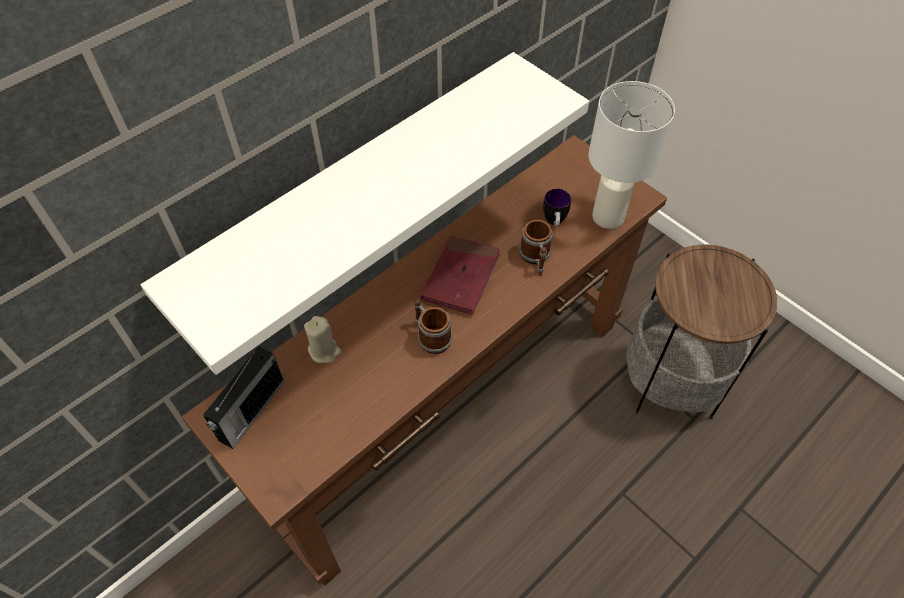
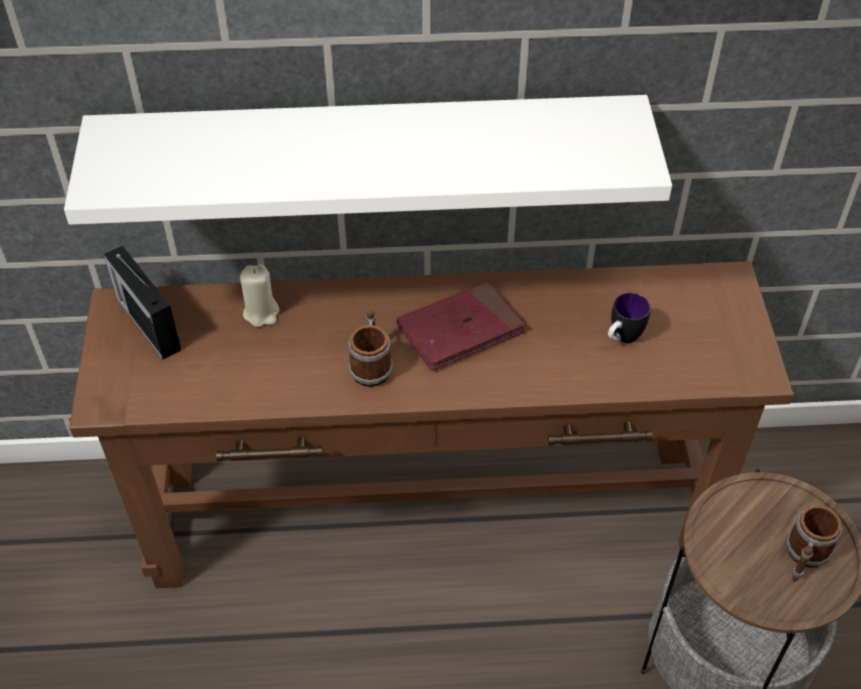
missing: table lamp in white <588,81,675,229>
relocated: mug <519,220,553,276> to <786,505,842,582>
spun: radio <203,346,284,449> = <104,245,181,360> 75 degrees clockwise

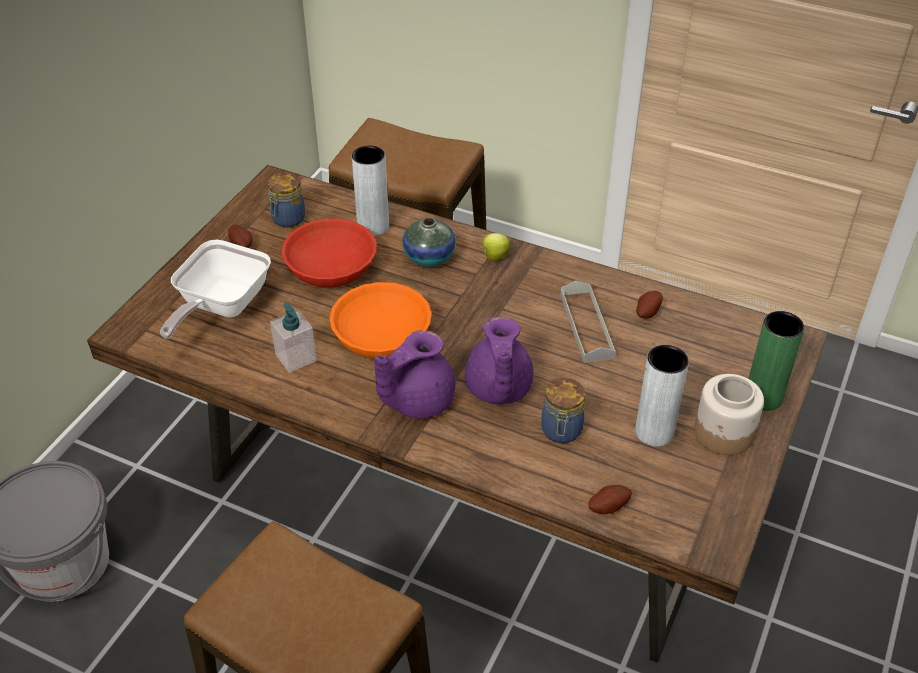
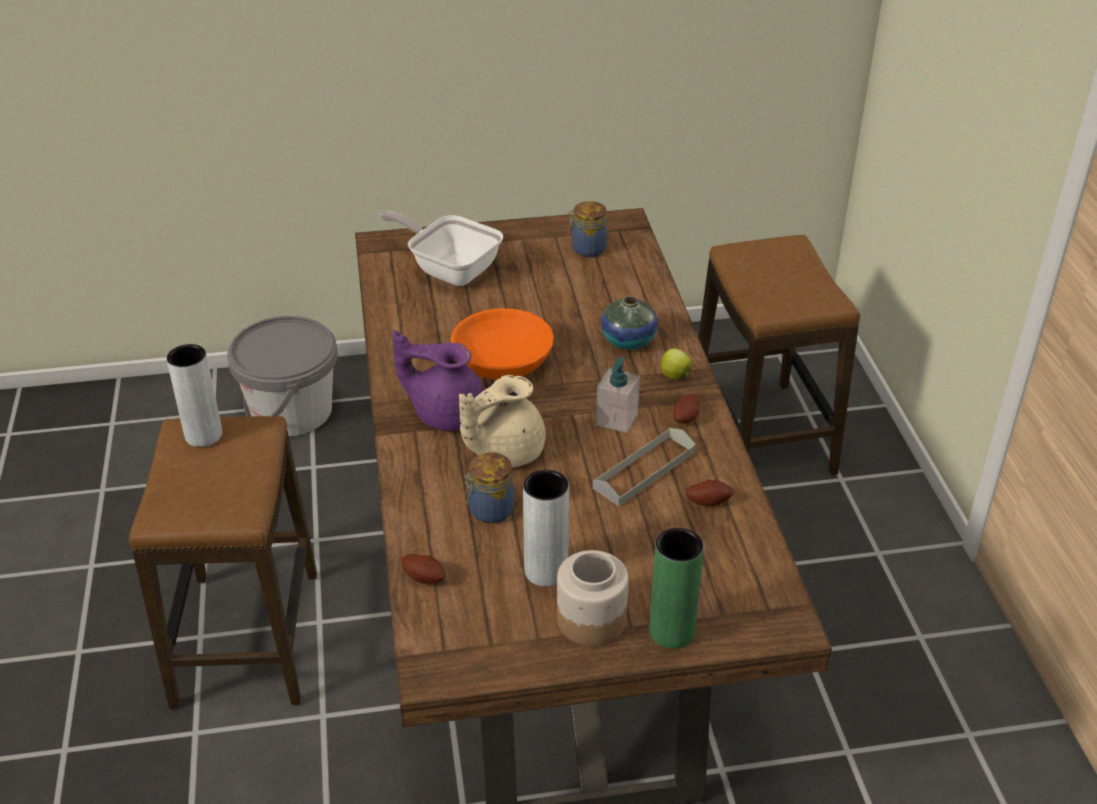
missing: bowl in red <281,219,377,287>
relocated: vase in grey <352,146,389,236> to <166,344,222,447>; potato <228,225,253,248> to <673,394,699,423>; soap dispenser <270,302,317,373> to <596,357,640,433>
colour: teapot in purple <465,316,534,405> to teapot in beige <459,375,546,467>
spun: frying pan <160,240,271,339> = <379,211,503,286> 45 degrees clockwise

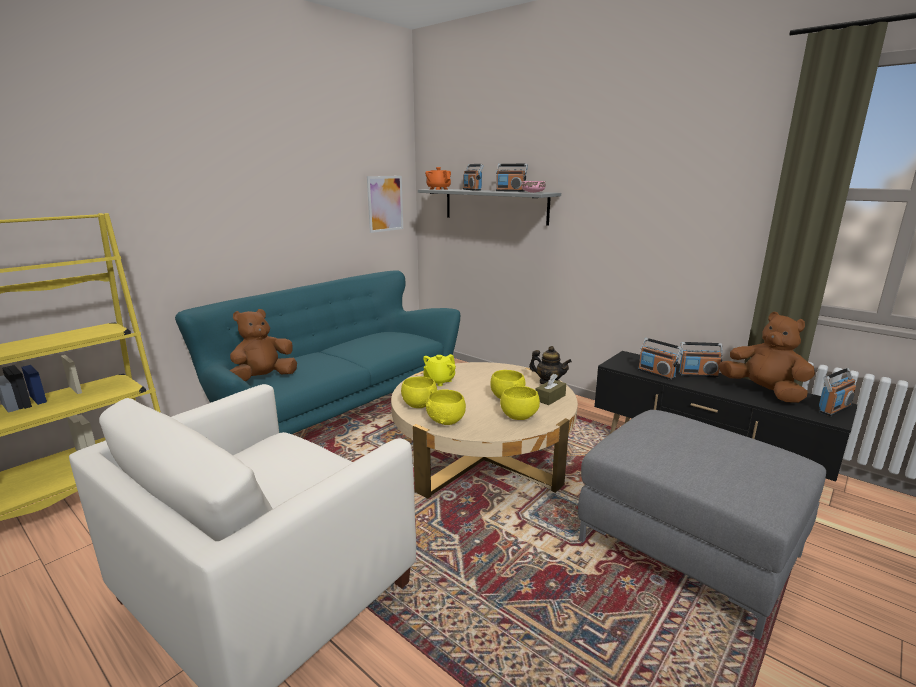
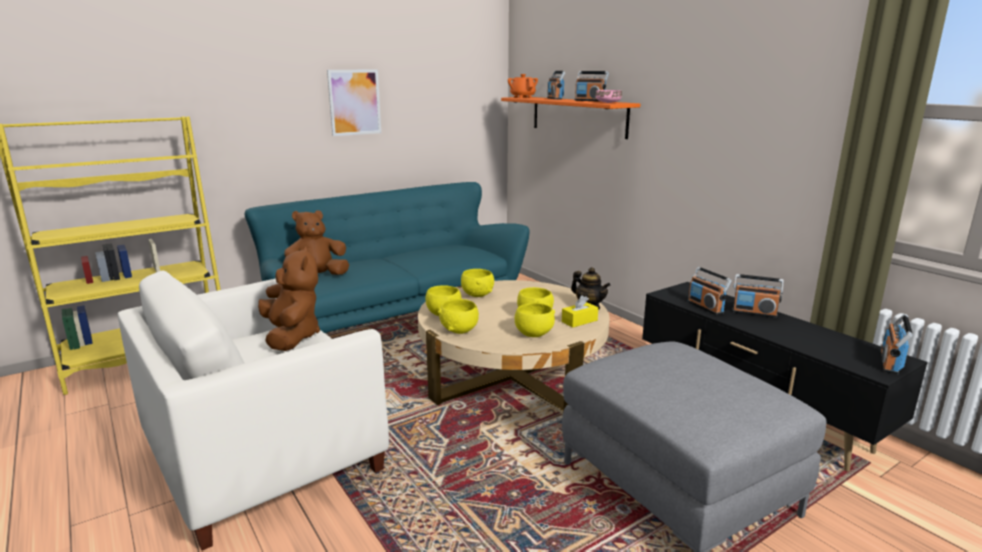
relocated: picture <367,176,403,233> to <327,70,381,136>; plush toy in brown <719,312,815,403> to <258,246,320,351>
exchanged: teapot in yellow <423,354,456,386> to bowl in yellow <461,269,494,297>
colour: shelf in grey <418,189,561,226> to shelf in orange <501,97,640,139>; tissue box in brown <535,374,566,405> to tissue box in yellow <562,295,598,328>
spun: radio <819,368,856,416> = <880,314,913,374> 135 degrees clockwise

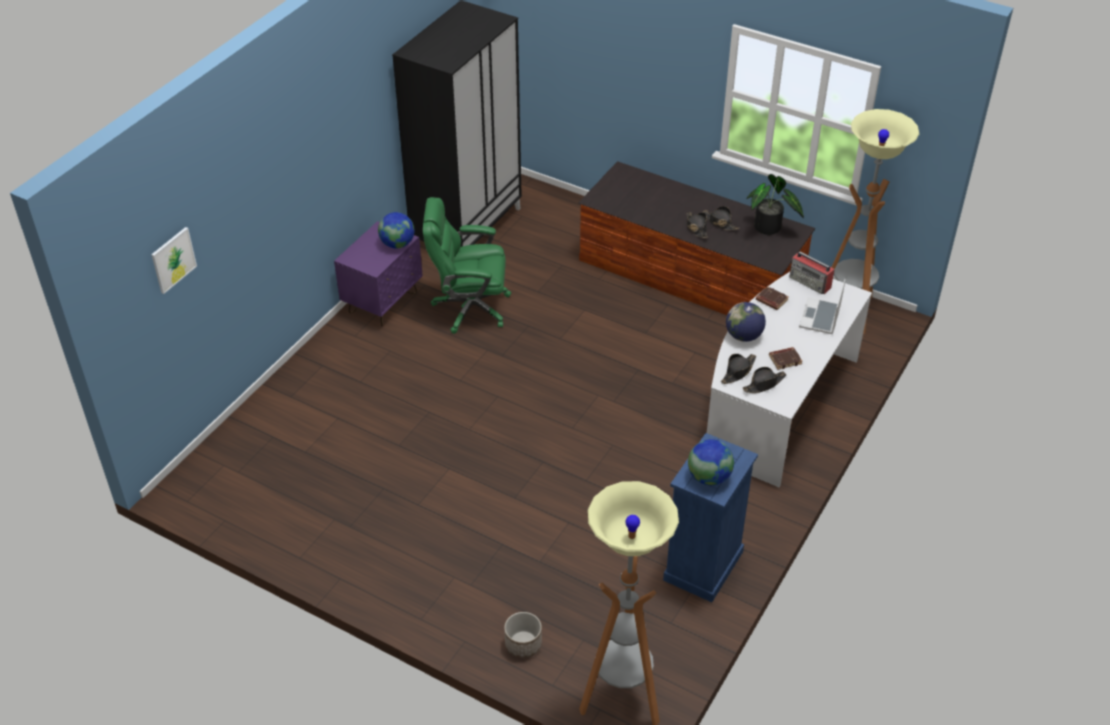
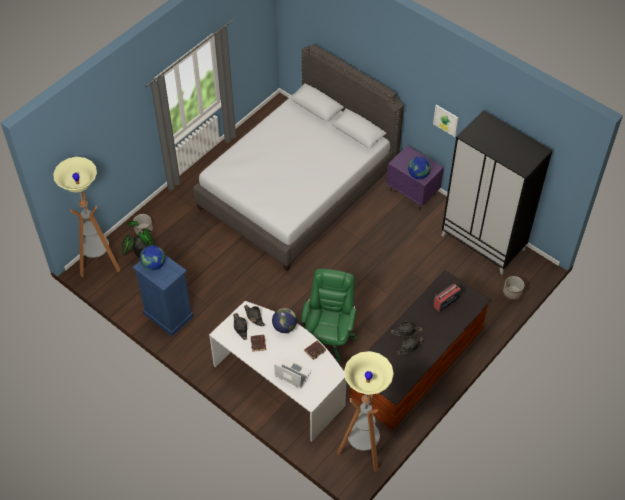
appeared: bed in grey <193,44,404,271>; planter <503,276,524,300>
relocated: potted plant <747,174,804,235> to <122,221,153,258>; office chair in green <423,197,511,334> to <301,269,358,363>; picture <151,227,197,294> to <433,105,459,137>; radio <789,252,835,294> to <433,284,461,312>

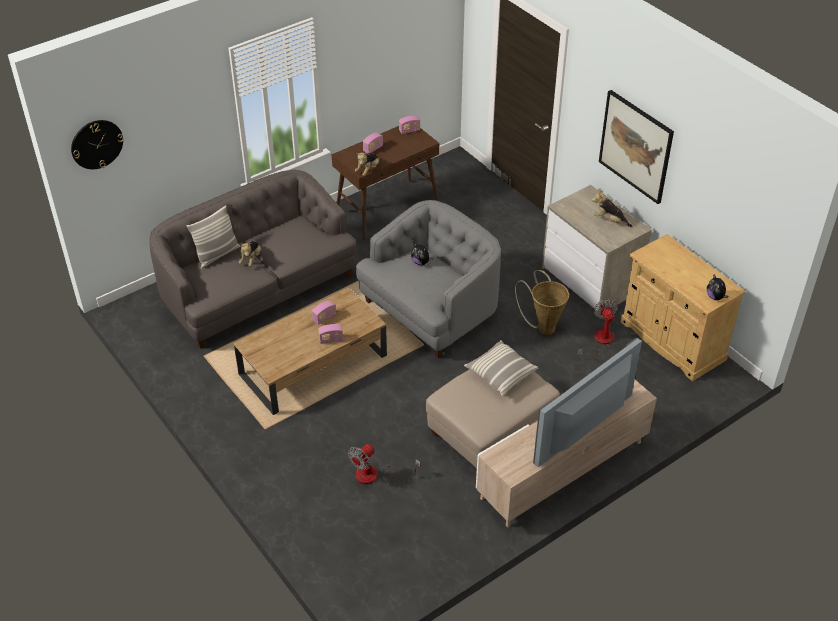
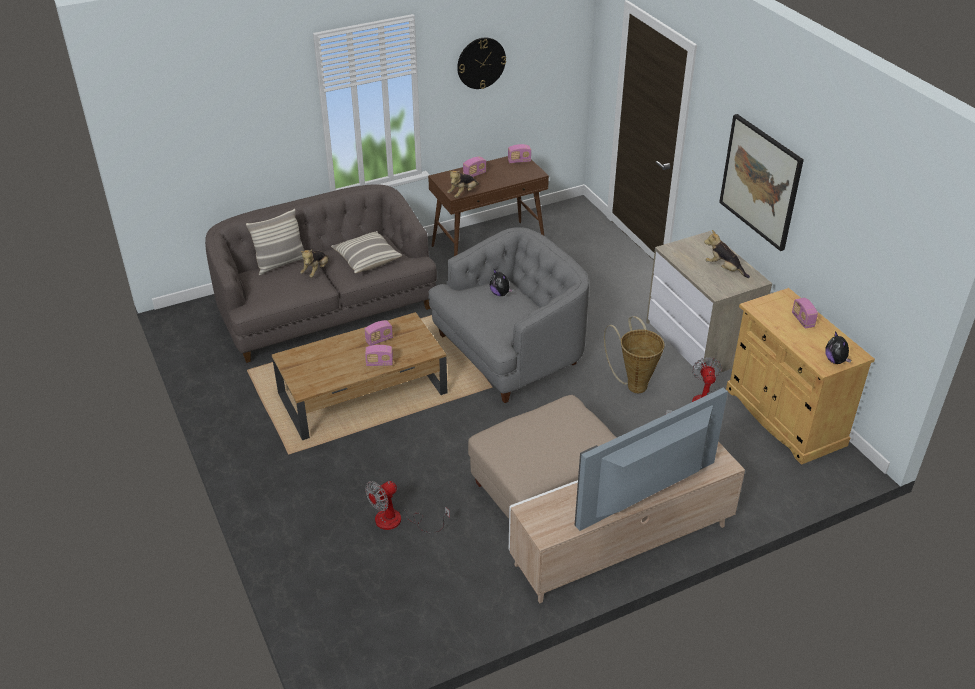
appeared: radio <792,298,818,329>
relocated: wall clock <71,120,124,169> to <457,37,506,89>; pillow <464,340,538,396> to <331,231,402,273>

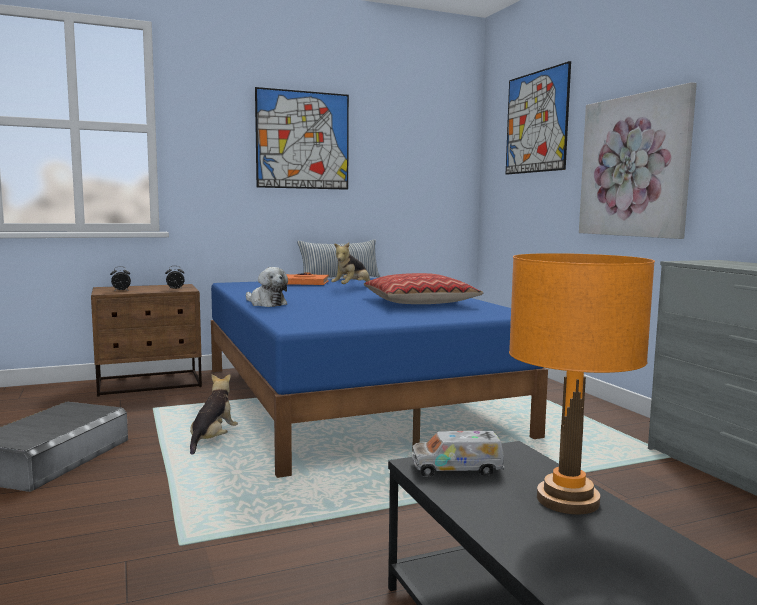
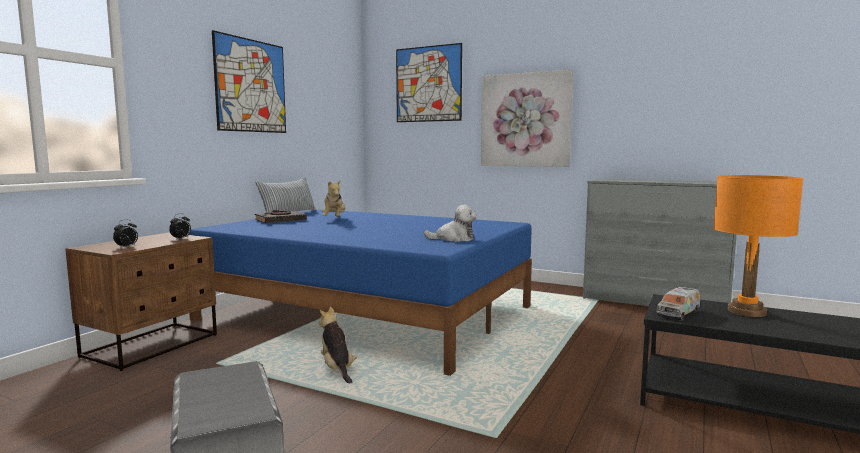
missing: pillow <364,273,483,304>
relocated: plush toy <246,267,288,307> to <424,205,477,242>
colour: book in orange <286,272,329,285> to book in black <255,210,307,223>

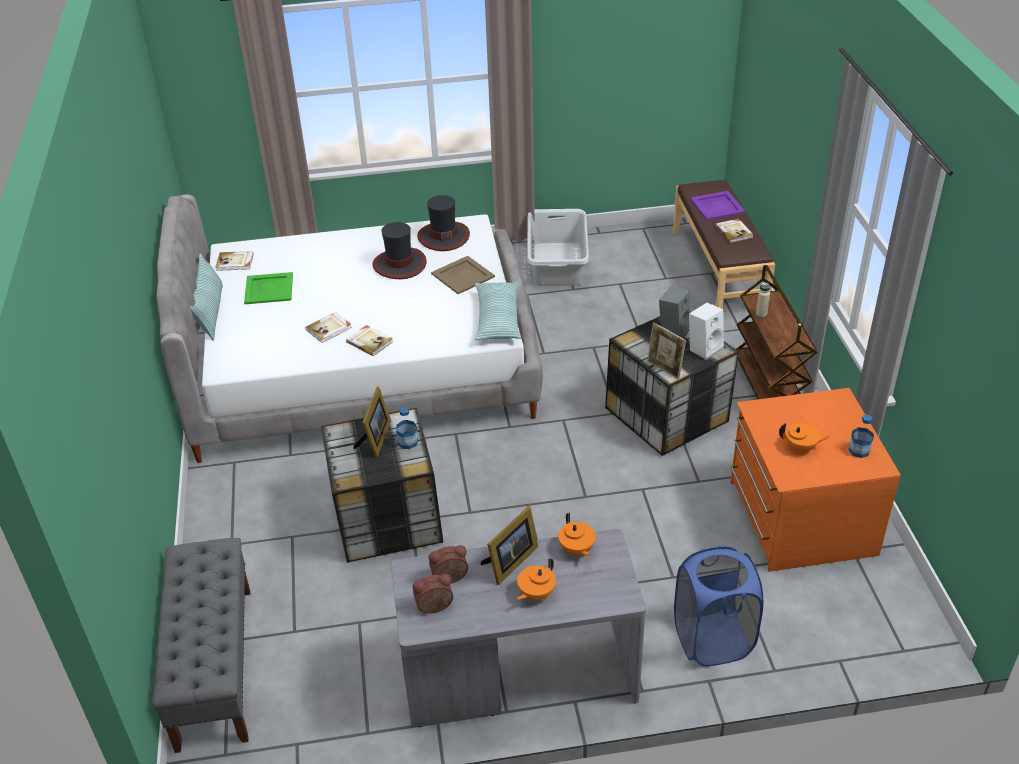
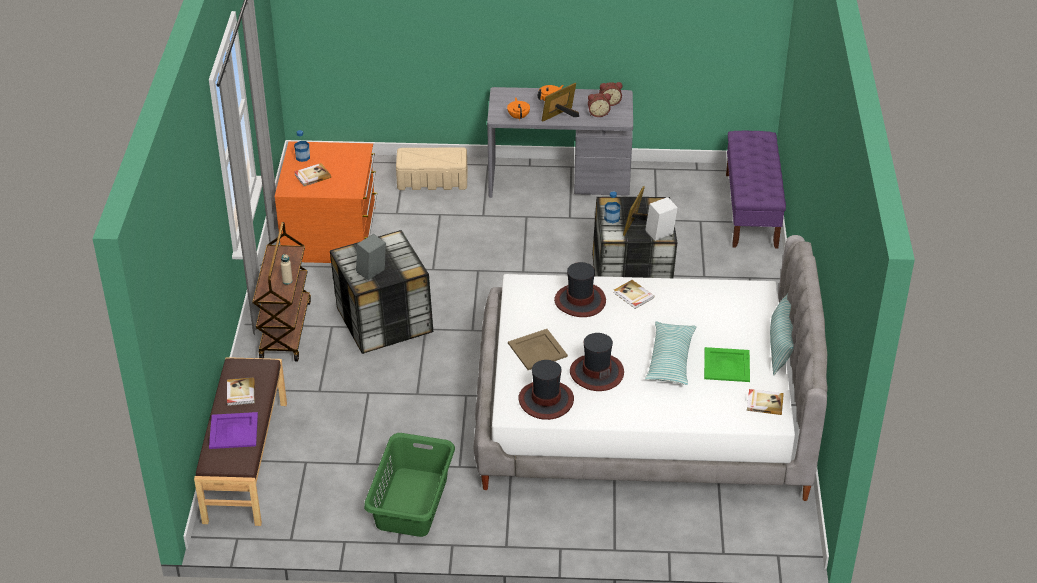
missing: picture frame <647,322,686,380>; teapot in orange <779,423,830,453>
appeared: hat <554,262,606,317>
relocated: pillow <475,282,521,340> to <645,322,696,385>; speaker in white <689,303,724,360> to <645,197,678,241>; book <305,312,352,343> to <294,163,331,186>
exchanged: laundry basket in blue <674,546,763,667> to storage box in beige <396,147,468,190>
colour: laundry basket in grey <527,209,589,286> to laundry basket in green <364,433,455,537>; bench in grey <152,538,250,753> to bench in purple <726,130,786,249>

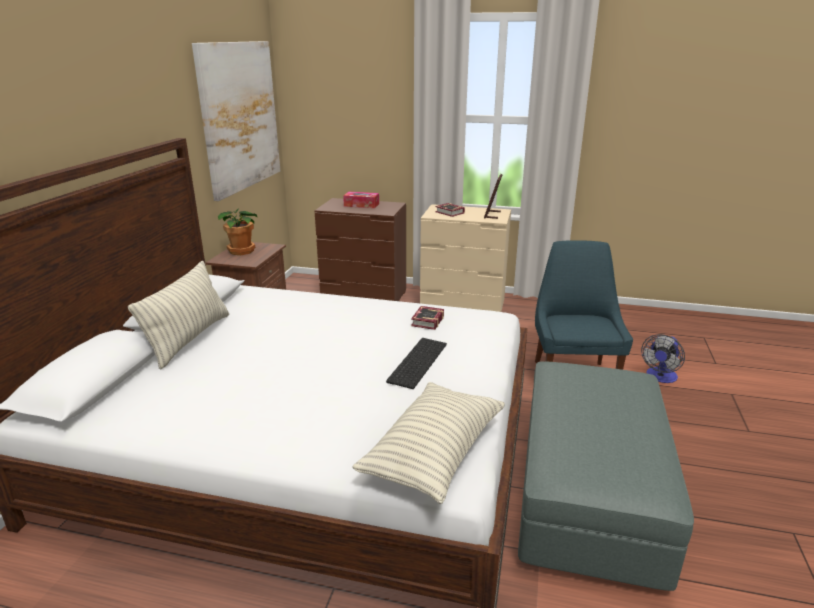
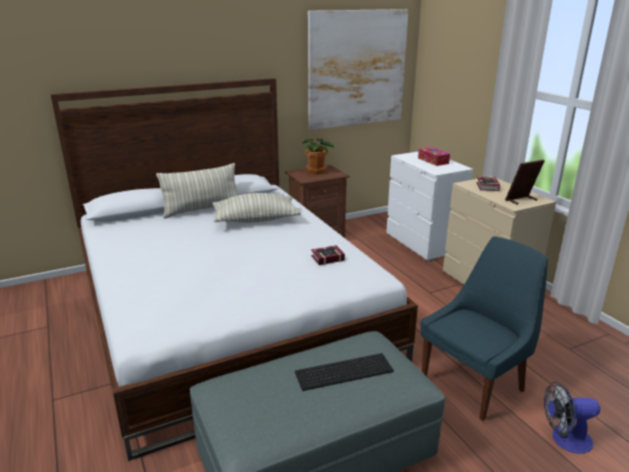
relocated: keyboard <386,338,447,389> to <295,353,394,391>; pillow <352,382,505,504> to <212,193,301,223>
colour: dresser in brown <315,198,406,301> to dresser in white <386,151,473,261>

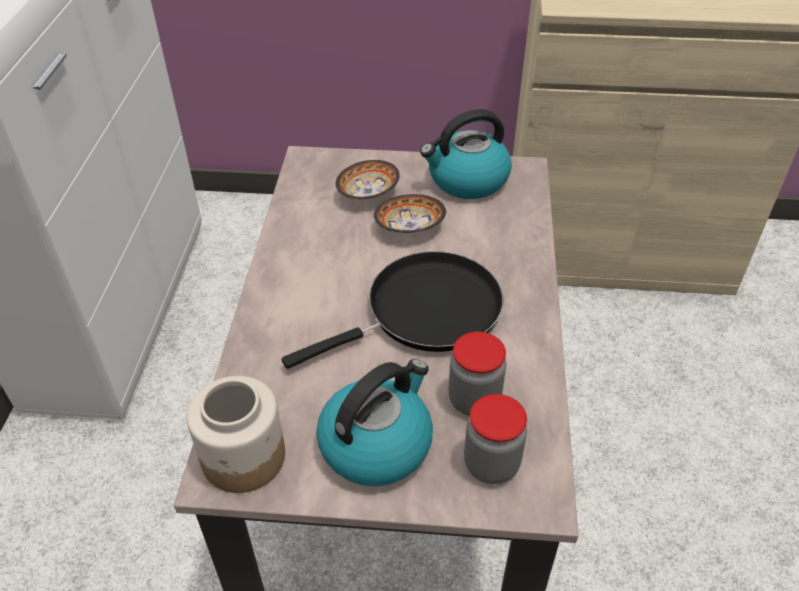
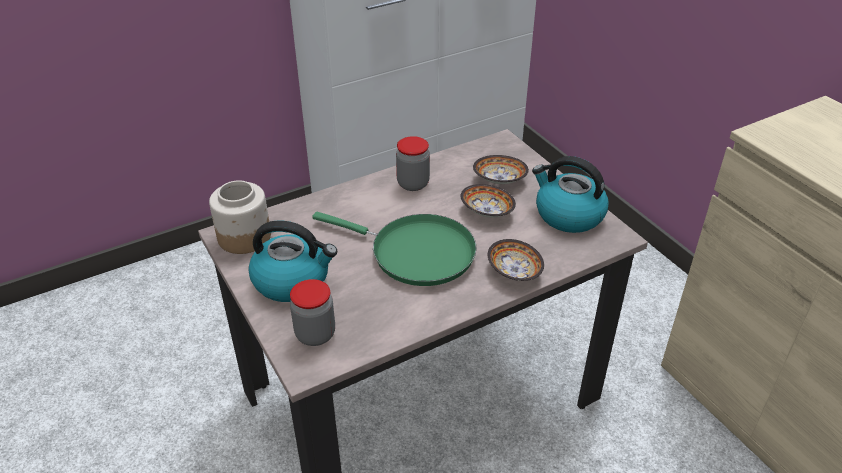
appeared: bowl <488,239,544,281>
relocated: jar <448,332,506,416> to <396,136,430,191>
colour: frying pan in black <282,251,503,369> to frying pan in green <312,212,477,286>

